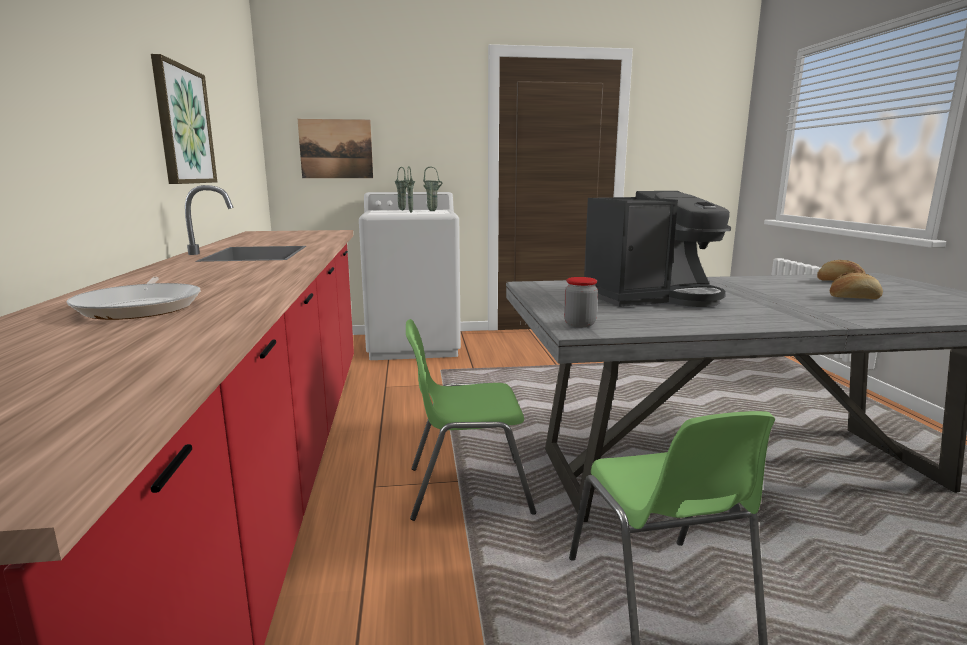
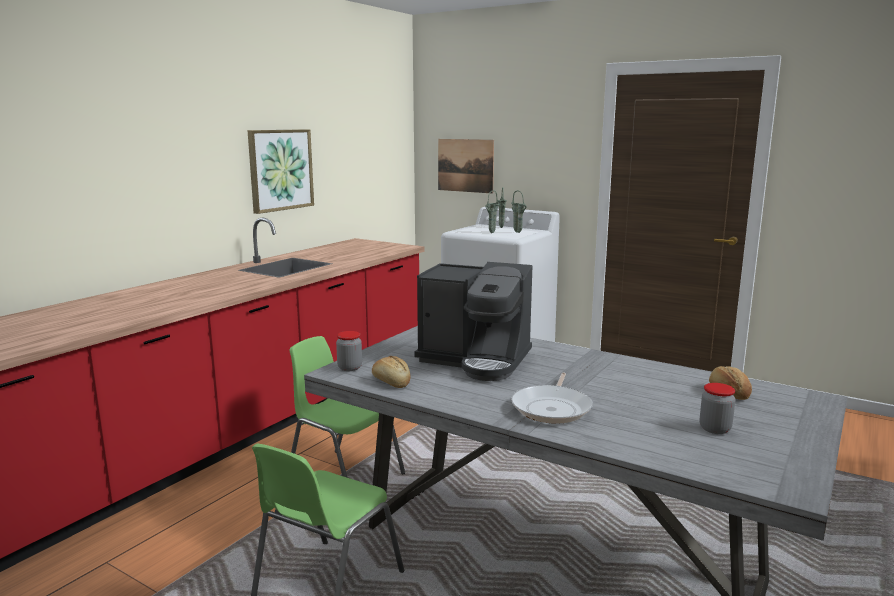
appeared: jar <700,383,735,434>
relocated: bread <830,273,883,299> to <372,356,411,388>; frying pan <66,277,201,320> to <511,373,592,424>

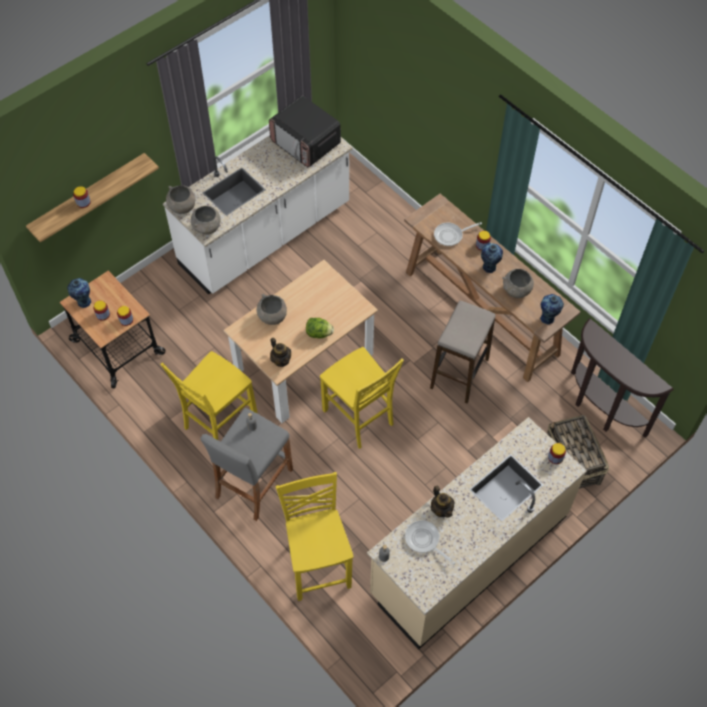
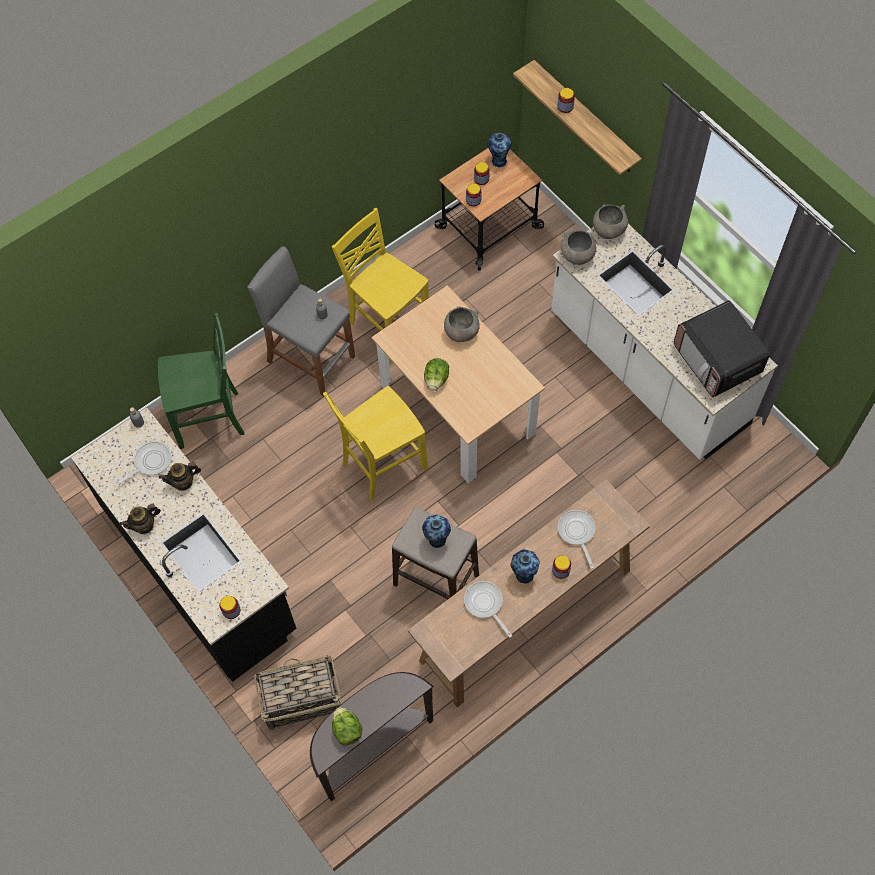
appeared: lettuce <332,707,362,745>
relocated: vase <540,294,564,325> to <422,514,451,548>; teapot <270,338,291,367> to <120,503,161,534>
exchanged: bowl in grey <502,269,534,298> to frying pan <464,581,512,638>
colour: counter in beige <367,417,587,649> to counter in black <71,408,296,682>; chair in yellow <275,472,354,601> to chair in green <158,313,245,449>
spun: microwave <269,96,341,167> = <674,300,770,397> 75 degrees counterclockwise

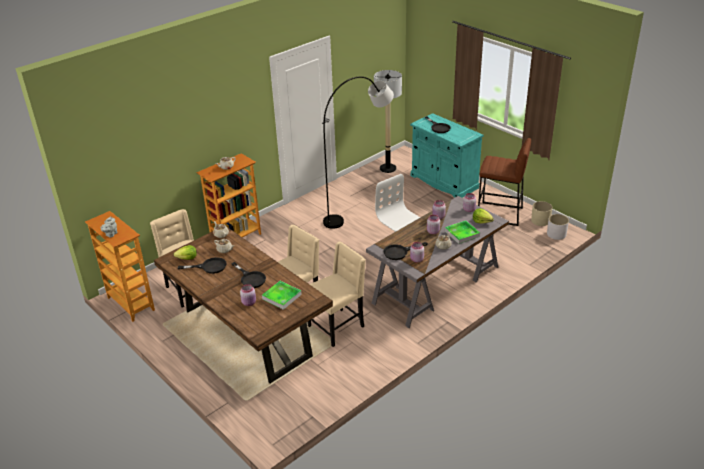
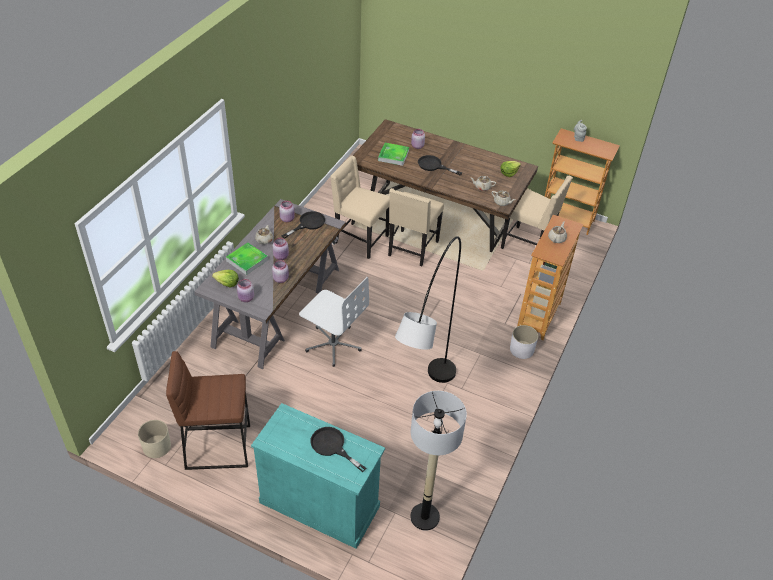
missing: frying pan in black <178,257,226,274>
relocated: planter in white <547,214,569,240> to <510,325,538,359>
spun: chair in beige <307,242,366,347> = <330,156,390,259> 90 degrees clockwise

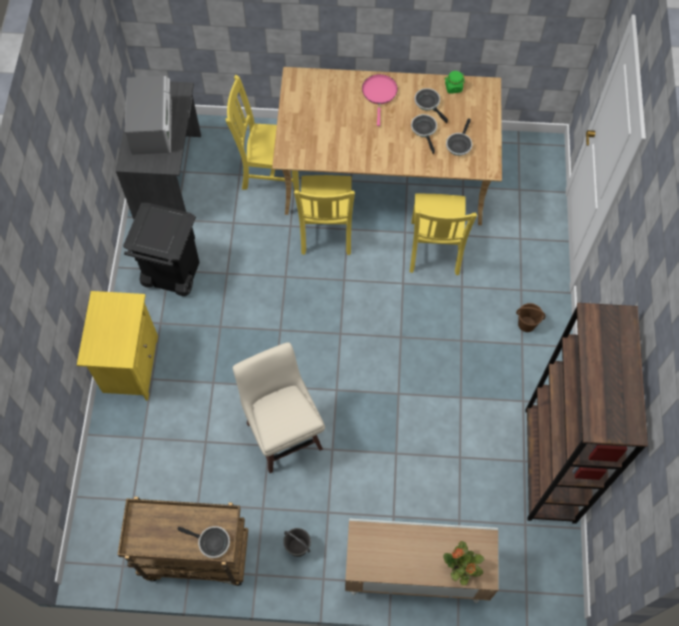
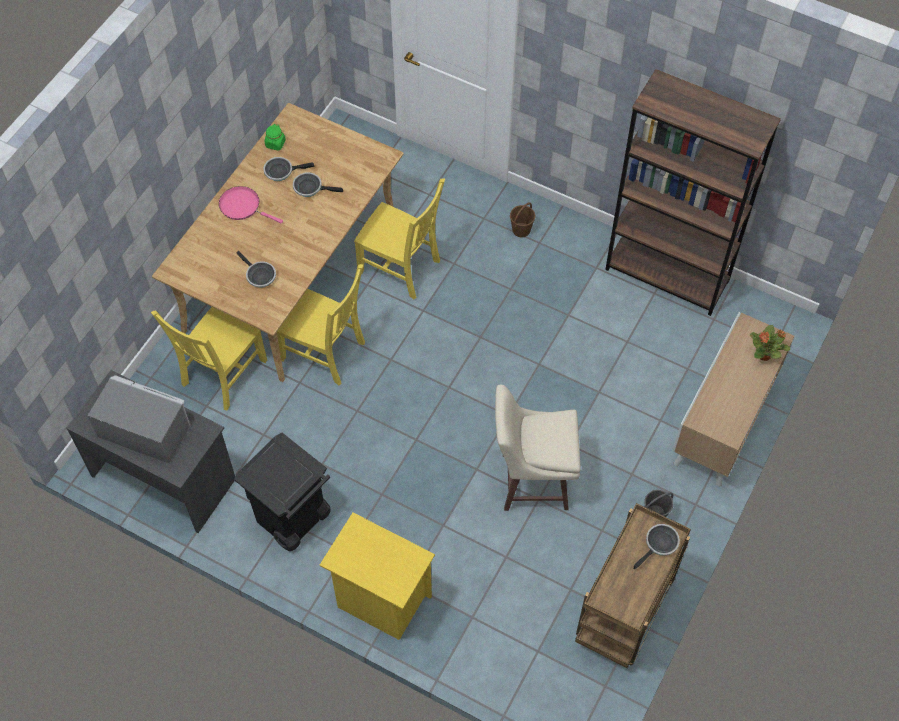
relocated: frying pan <446,118,472,156> to <236,251,276,288>

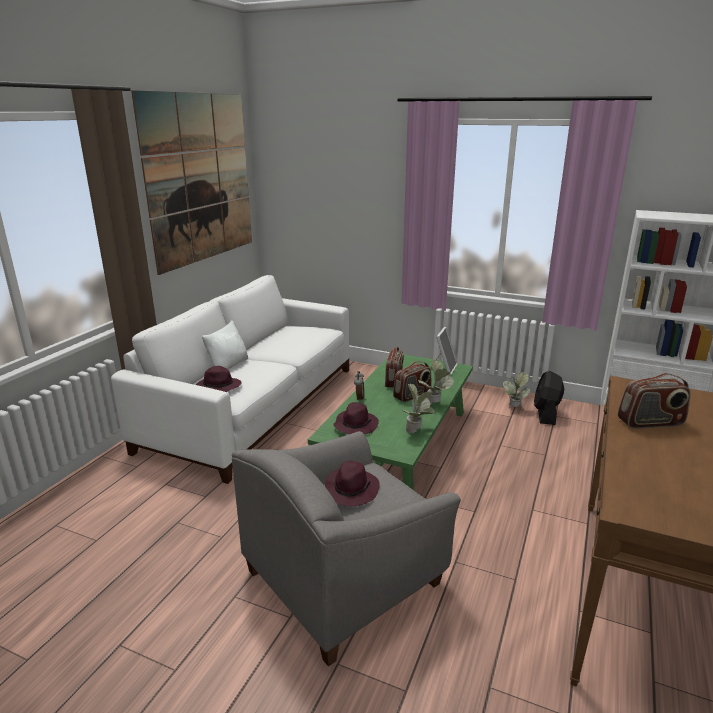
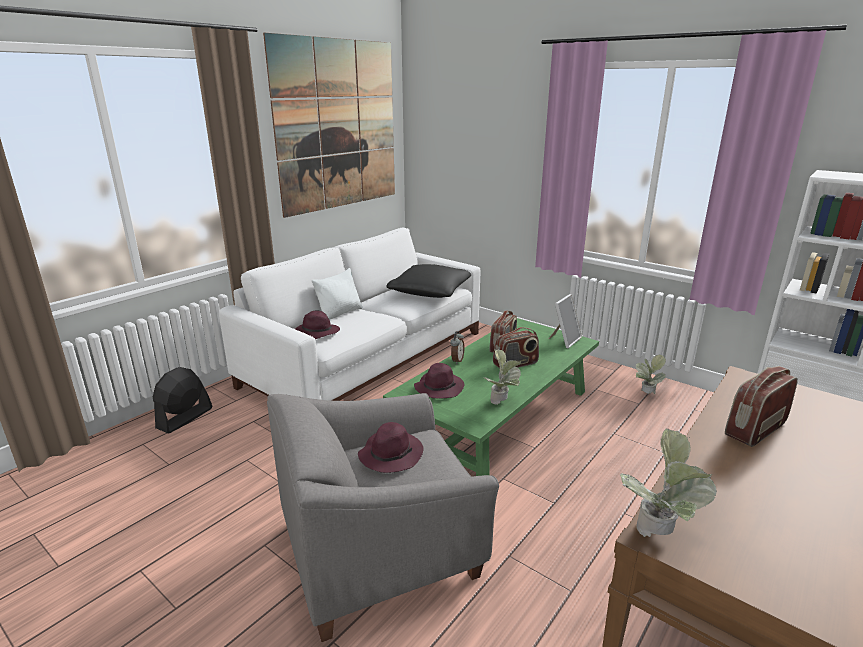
appeared: pillow in black <387,264,471,298>
relocated: potted plant <418,360,454,404> to <620,429,717,537>; fan in black <534,371,564,425> to <153,367,213,433>
spun: radio <618,373,691,429> = <725,366,798,447> 135 degrees clockwise

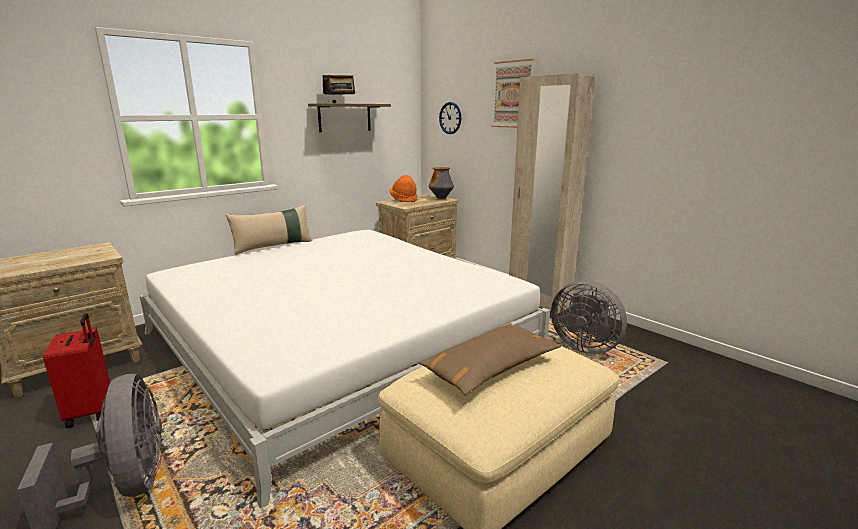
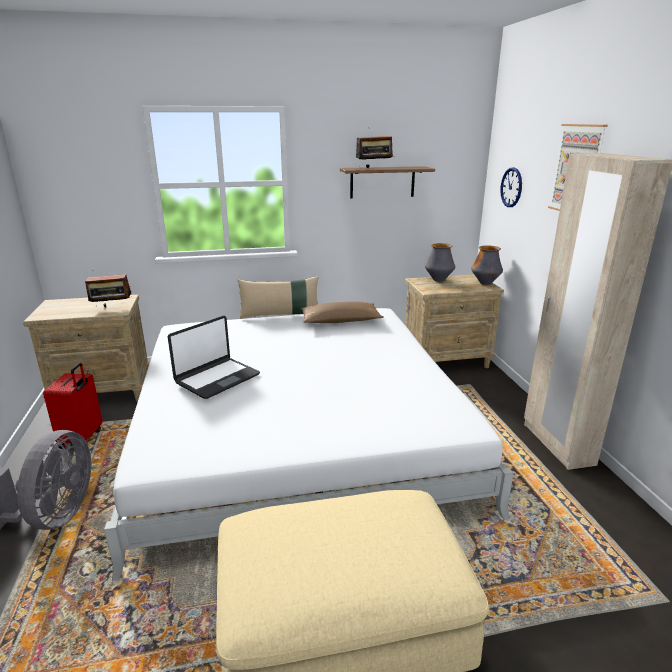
missing: fan in grey <551,280,627,354>
appeared: radio <85,271,131,308>; laptop <168,316,260,399>
relocated: pillow in brown <418,323,561,395> to <301,302,384,323>
exchanged: hat in orange <390,175,418,202> to vase <425,243,455,282>

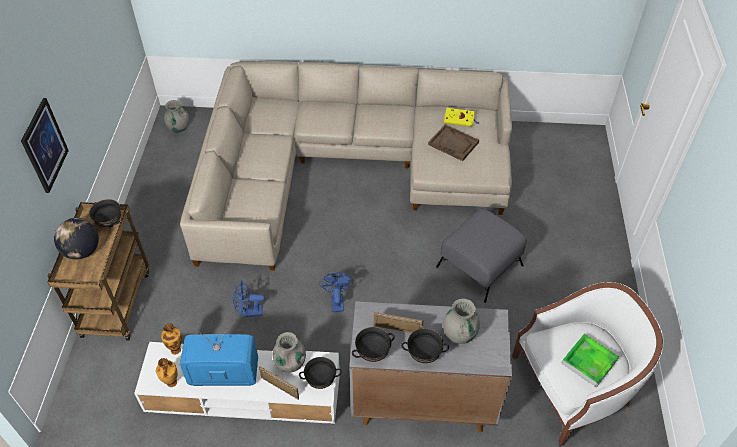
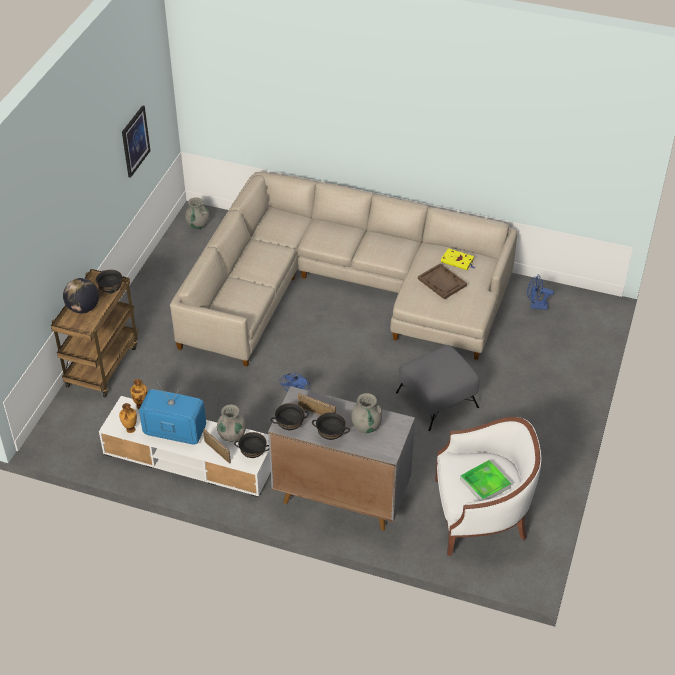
relocated: picture <21,98,69,193> to <122,105,150,178>; fan in blue <233,281,265,317> to <527,275,554,310>

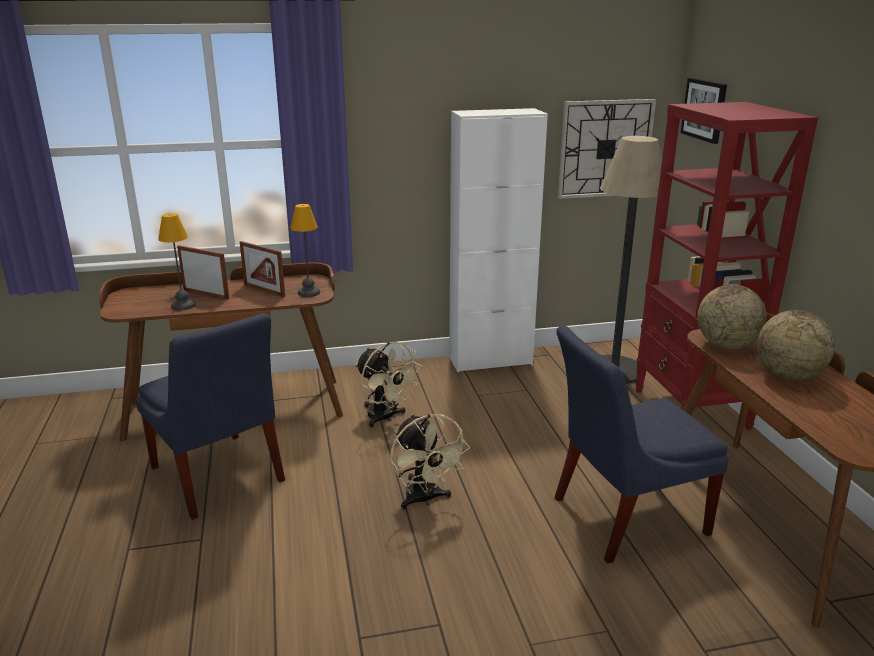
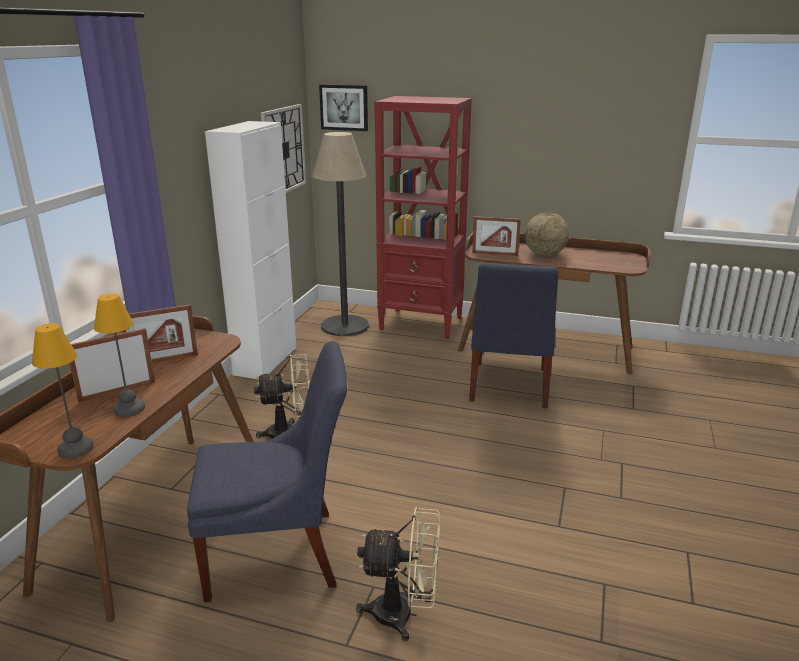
relocated: table lamp <290,204,320,297> to <32,323,94,458>; fan in beige <390,414,470,510> to <356,507,440,641>
exchanged: globe <697,284,767,349> to picture frame <472,216,521,256>

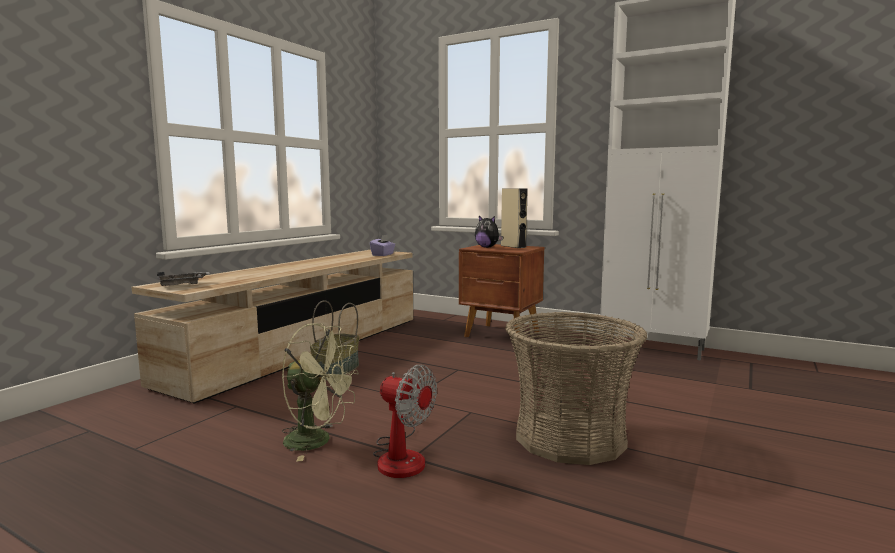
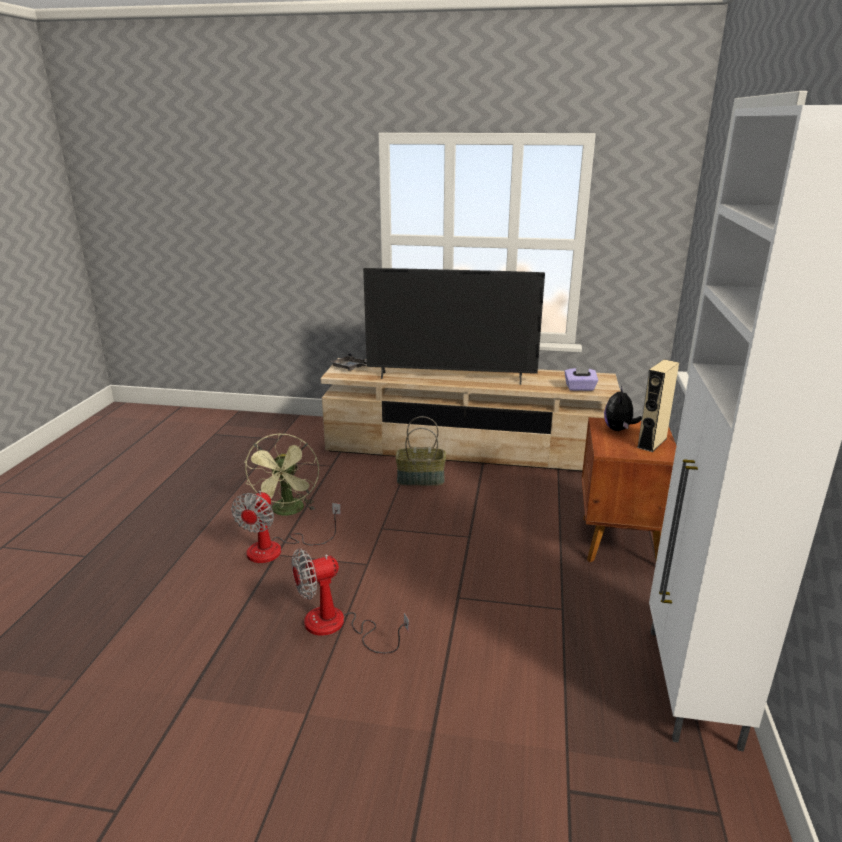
appeared: television <363,268,545,385>
exchanged: basket <505,312,647,465> to fan <291,549,409,654>

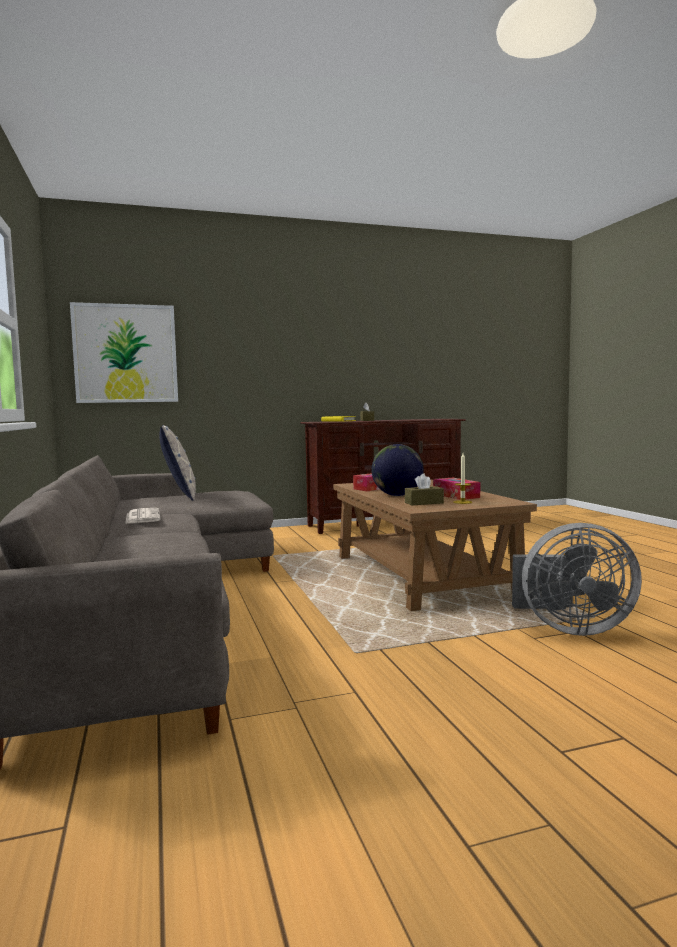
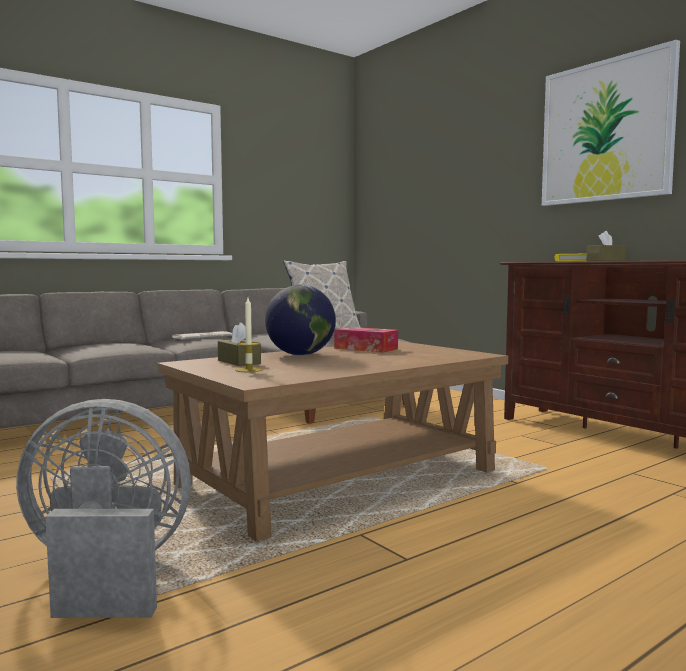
missing: tissue box <433,478,480,500>
relocated: picture <70,302,178,403> to <542,40,680,206>
spun: fan in grey <512,523,642,636> = <16,399,191,618> 105 degrees clockwise

